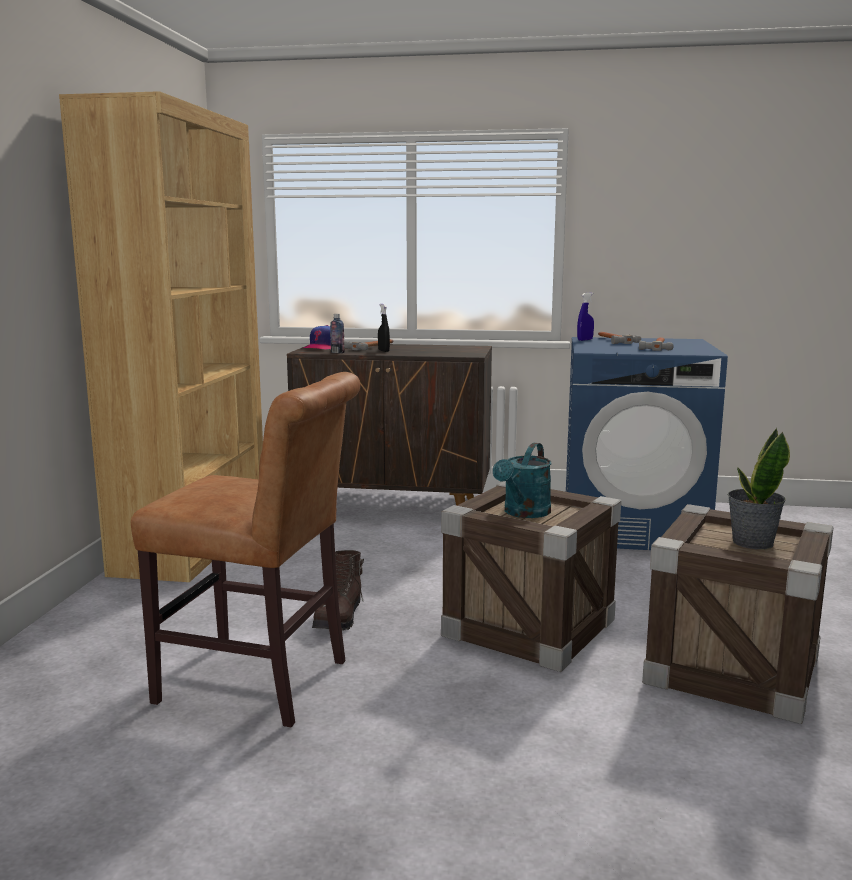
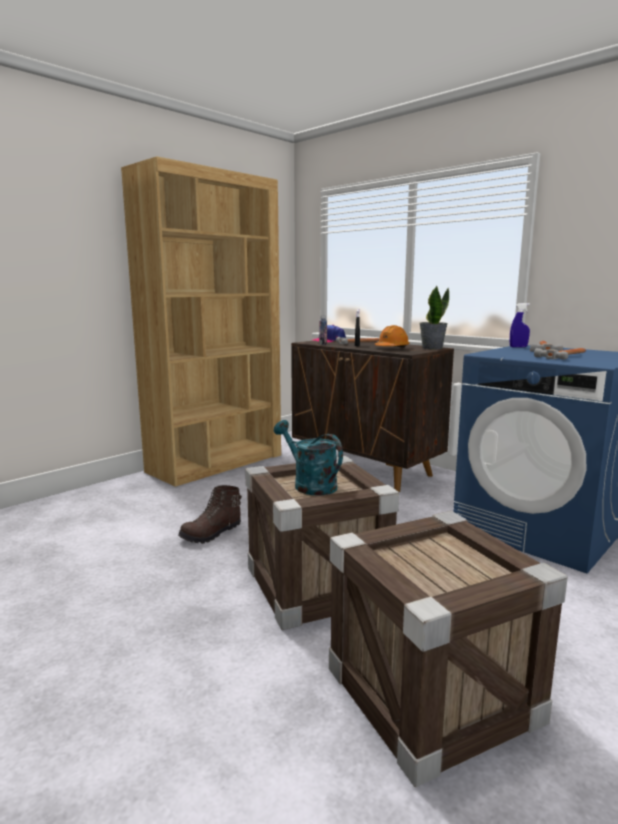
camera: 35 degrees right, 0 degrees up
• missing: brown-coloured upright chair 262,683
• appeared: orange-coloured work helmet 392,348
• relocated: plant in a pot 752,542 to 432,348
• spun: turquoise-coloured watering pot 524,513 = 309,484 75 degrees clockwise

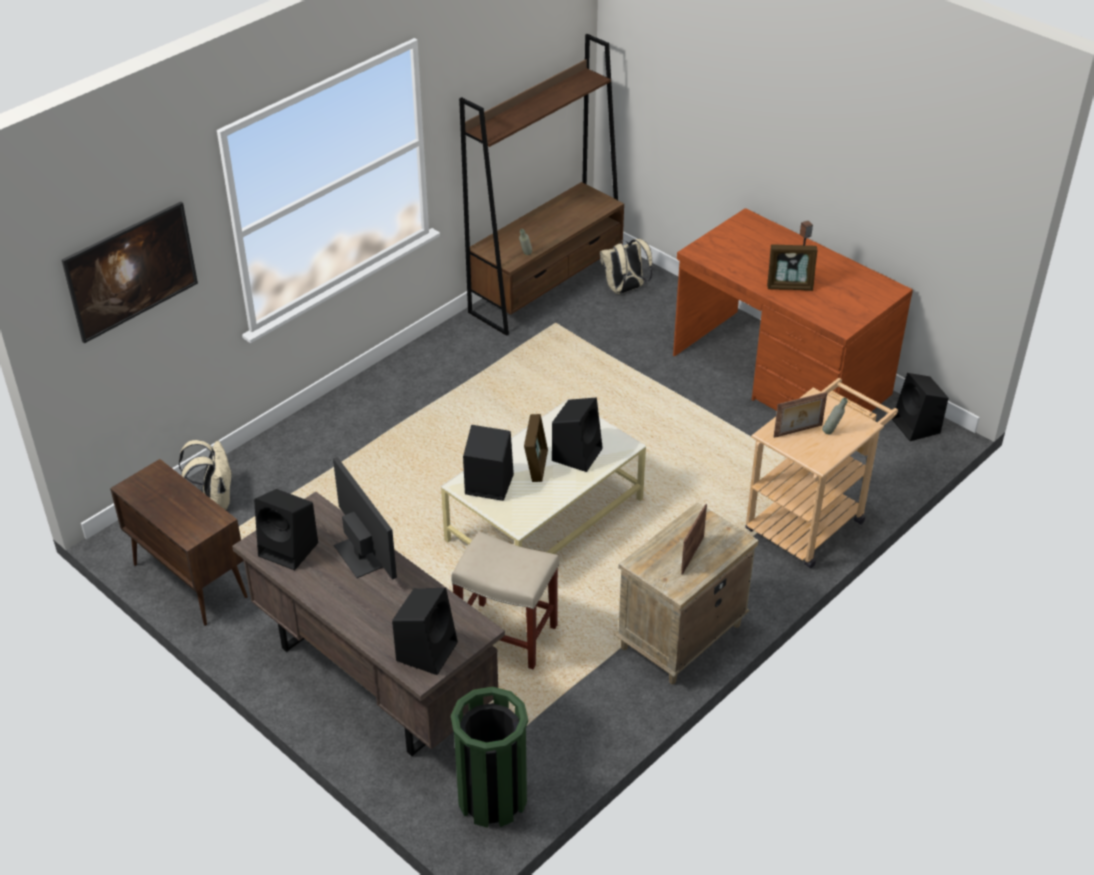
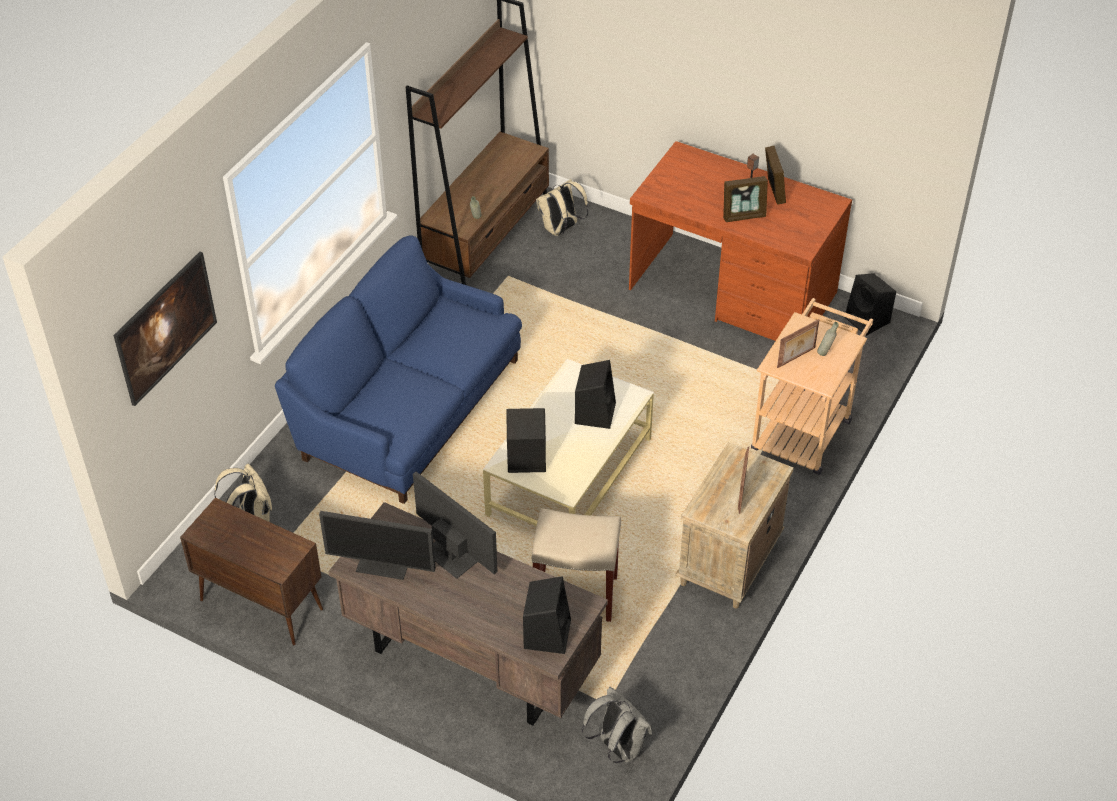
camera: 15 degrees left, 5 degrees up
• appeared: blue-coloured settee 409,406
• relocated: photo frame 536,466 to 773,191
• exchanged: black loudspeaker 290,549 to computer display 384,564
• exchanged: green-coloured trash can 492,798 to gray knapsack 617,747

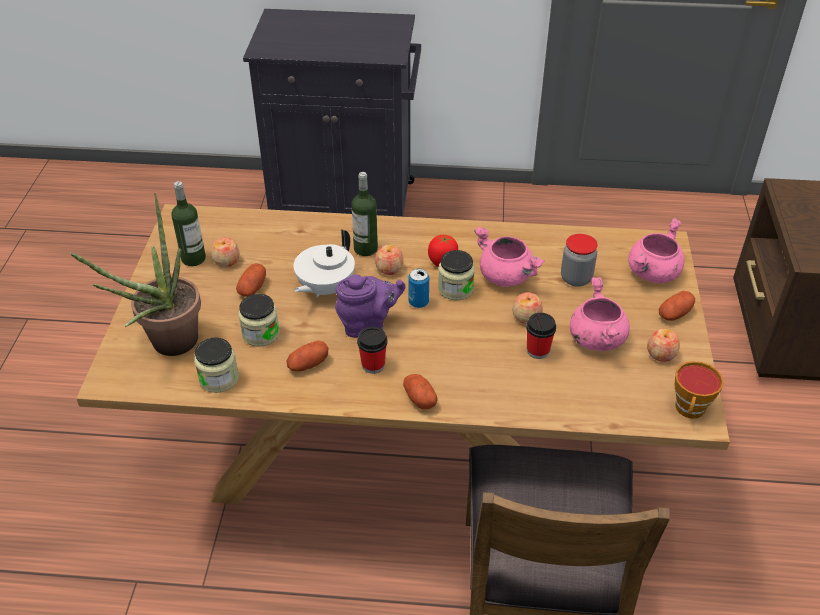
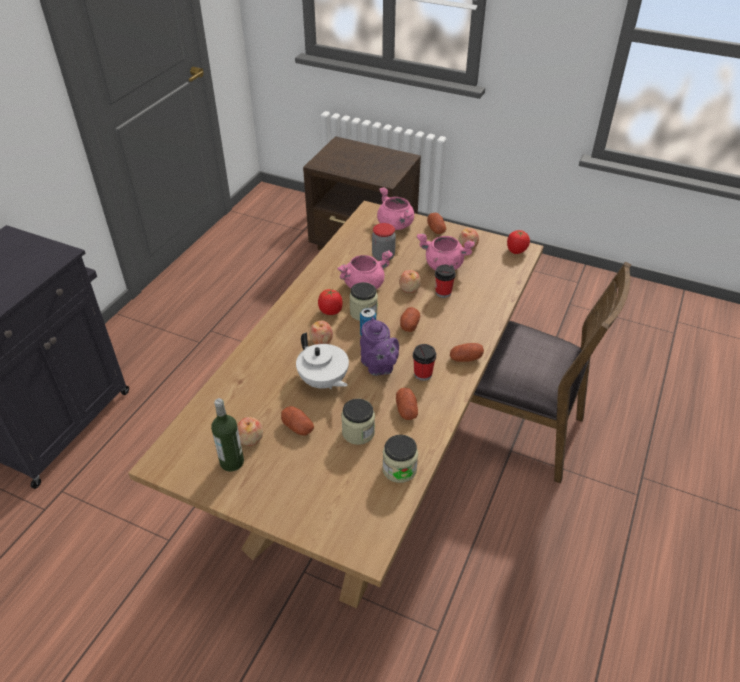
camera: 70 degrees left, 0 degrees up
• missing: plant in a pot 167,346
• missing: beverage bottle 365,249
• appeared: potato 409,325
• exchanged: small cup 690,410 to tomato 516,251
• spun: purplish tea pot 368,324 = 378,367 150 degrees clockwise

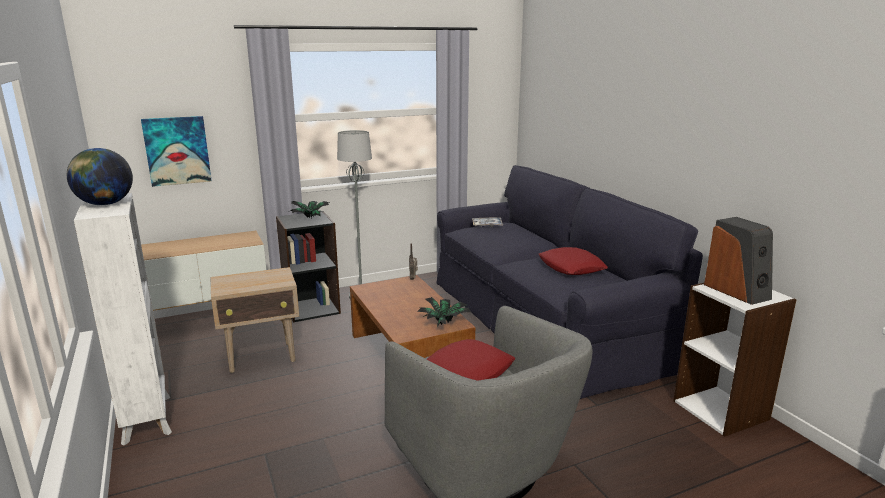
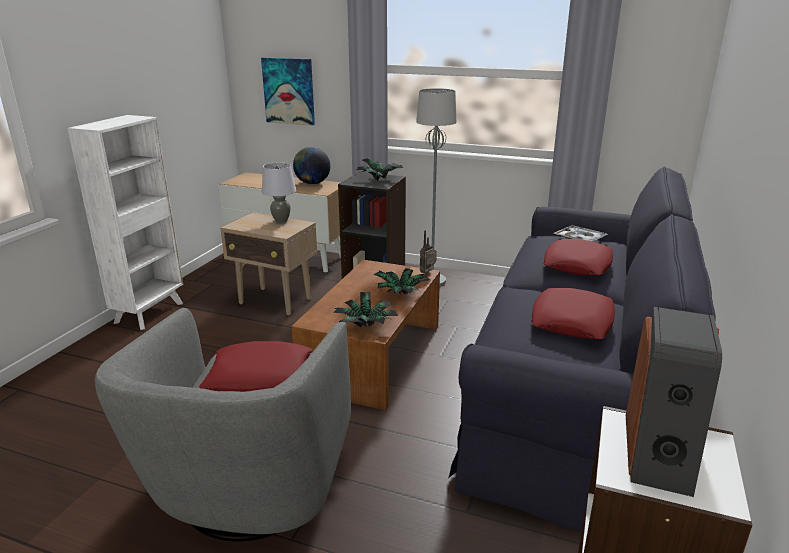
camera: 45 degrees right, 5 degrees up
• appeared: gray lamp for a table 281,220
• appeared: plant in a pot 400,295
• appeared: red pillow 577,264
• relocated: world globe 105,204 to 312,183

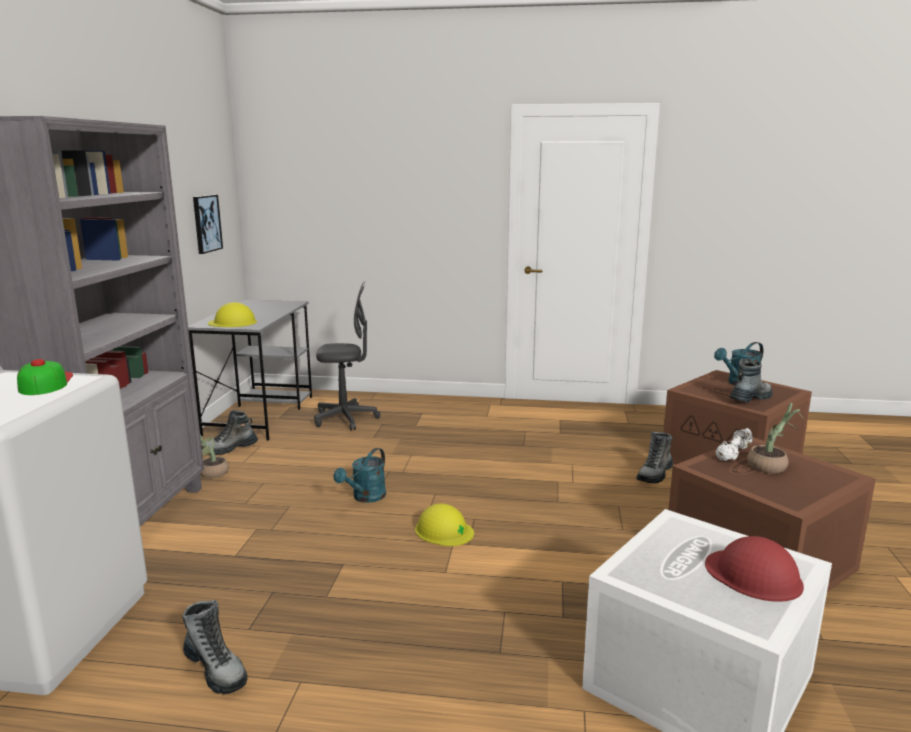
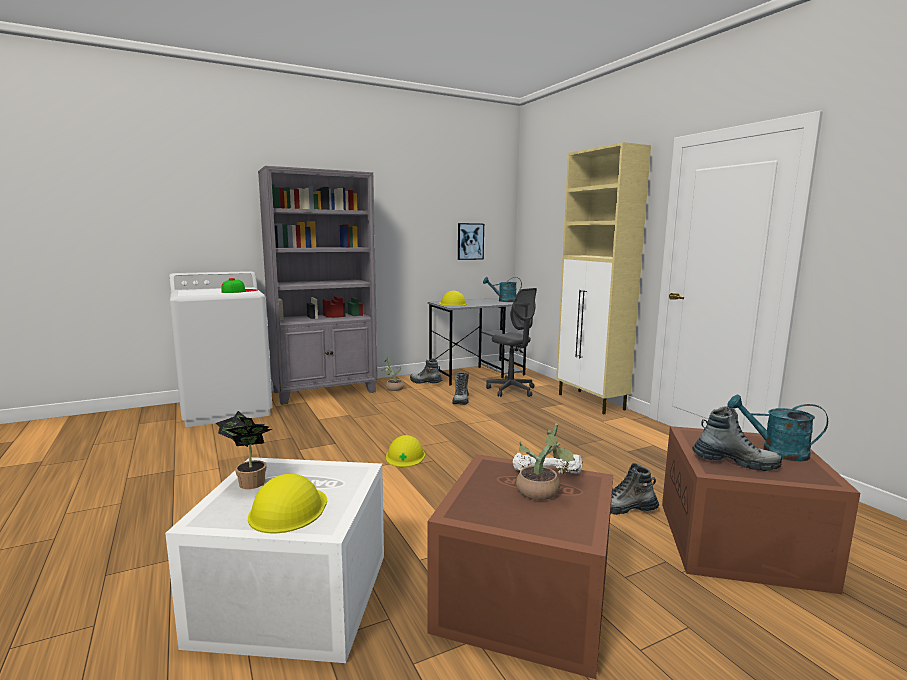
camera: 55 degrees right, 5 degrees down
• appeared: plant in a pot 248,483
• appeared: beige storage cabinet 591,402
• relocated: tall boot 216,669 to 461,400
• relocated: turquoise-coloured watering pot 365,497 to 503,301
• colour: red work helmet 753,575 to yellowish work helmet 288,509

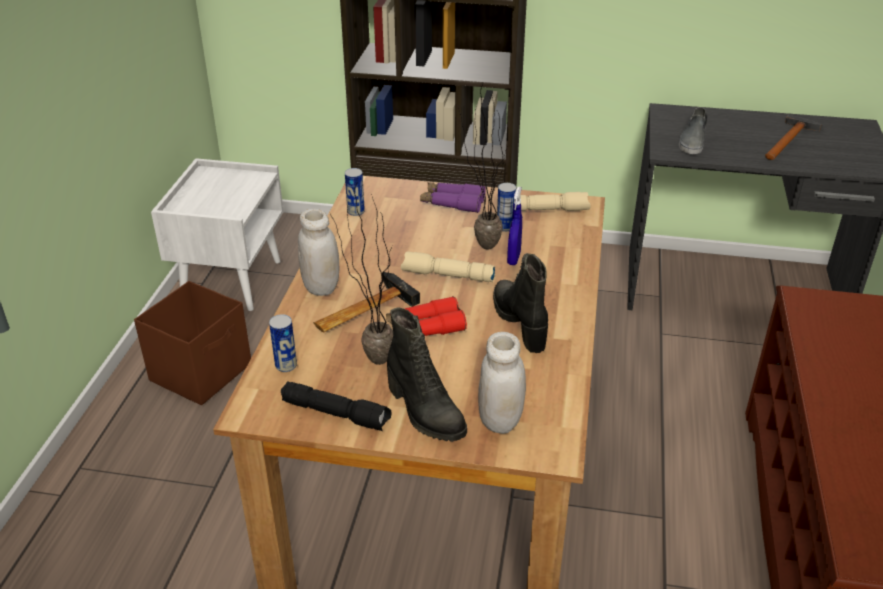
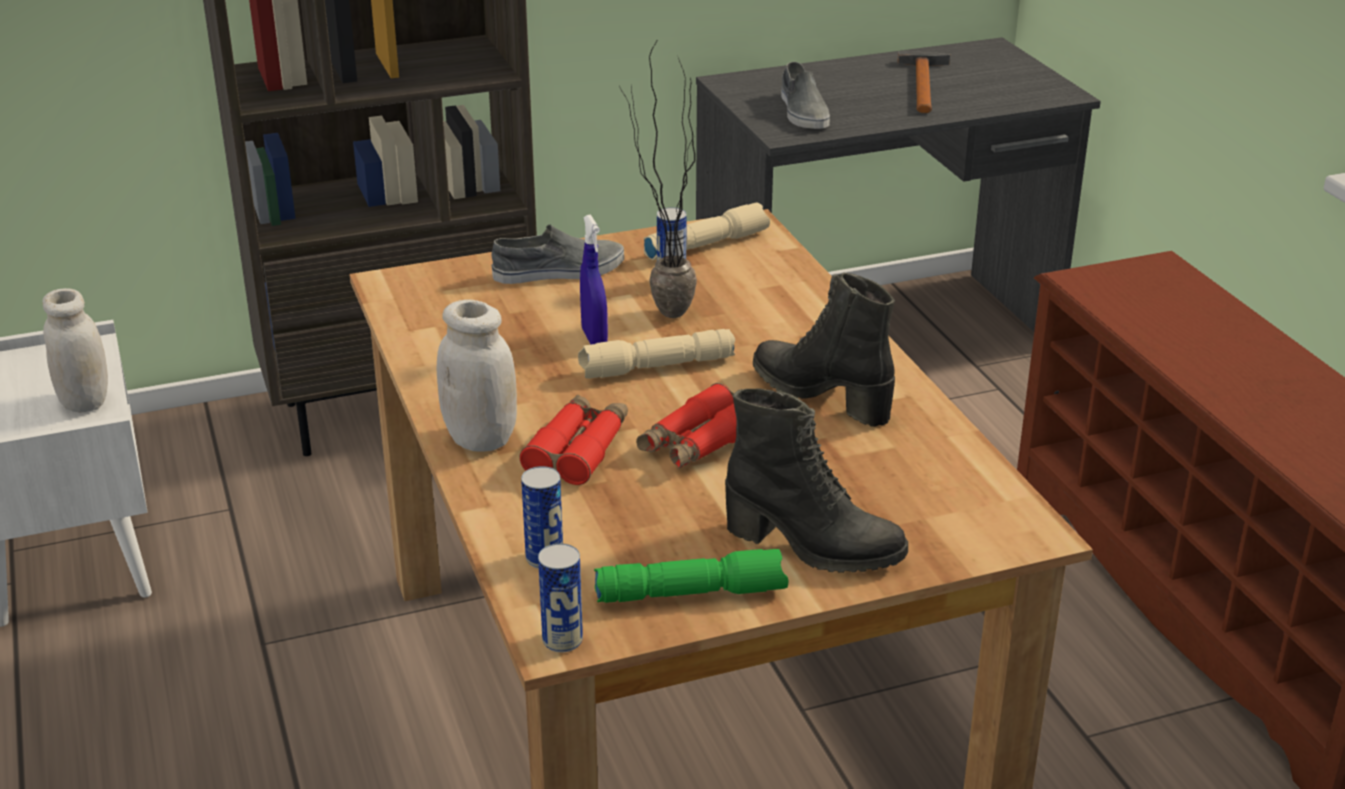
camera: 30 degrees left, 5 degrees down
• missing: brown-coloured storage box 202,372
• missing: plant in a pot 369,358
• relocated: sealed can 356,212 to 562,640
• relocated: white-coloured preserve jar 500,420 to 85,402
• relocated: blue-coloured hand sprayer 513,258 to 594,338
• exchanged: tool hammer 361,310 to red binoculars 578,450
• exchanged: purplish binoculars 452,203 to gray item of footwear 559,271
• colour: black hand torch 337,413 to green-coloured hand torch 692,592

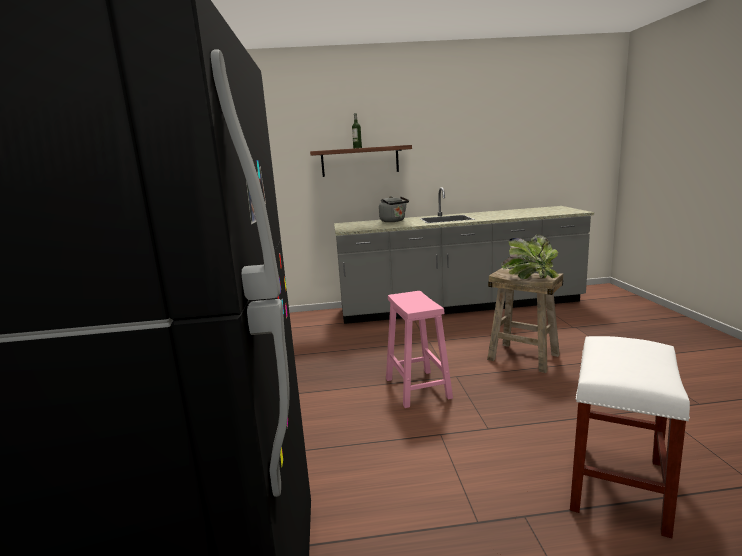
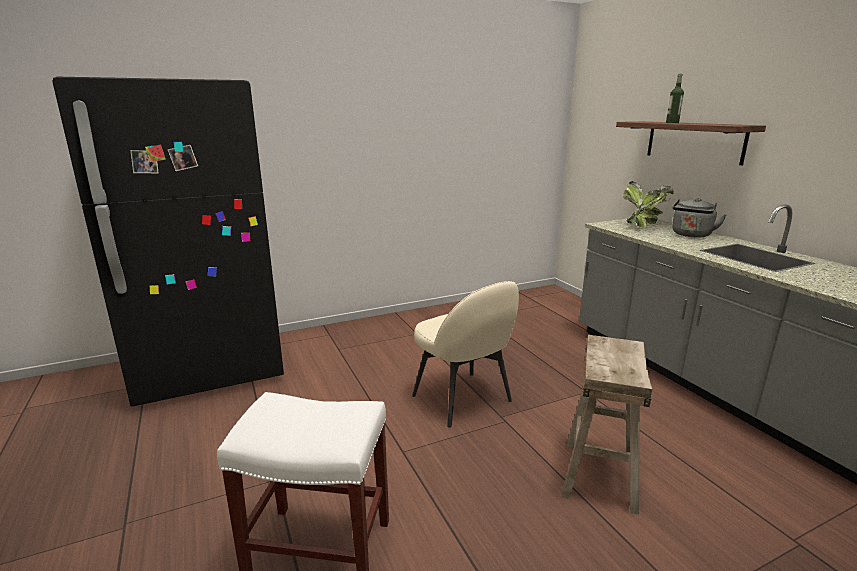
camera: 70 degrees right, 5 degrees up
• relocated: plant in a pot 530,278 to 643,226
• exchanged: pinkish stool 418,389 to beige upright chair 463,400

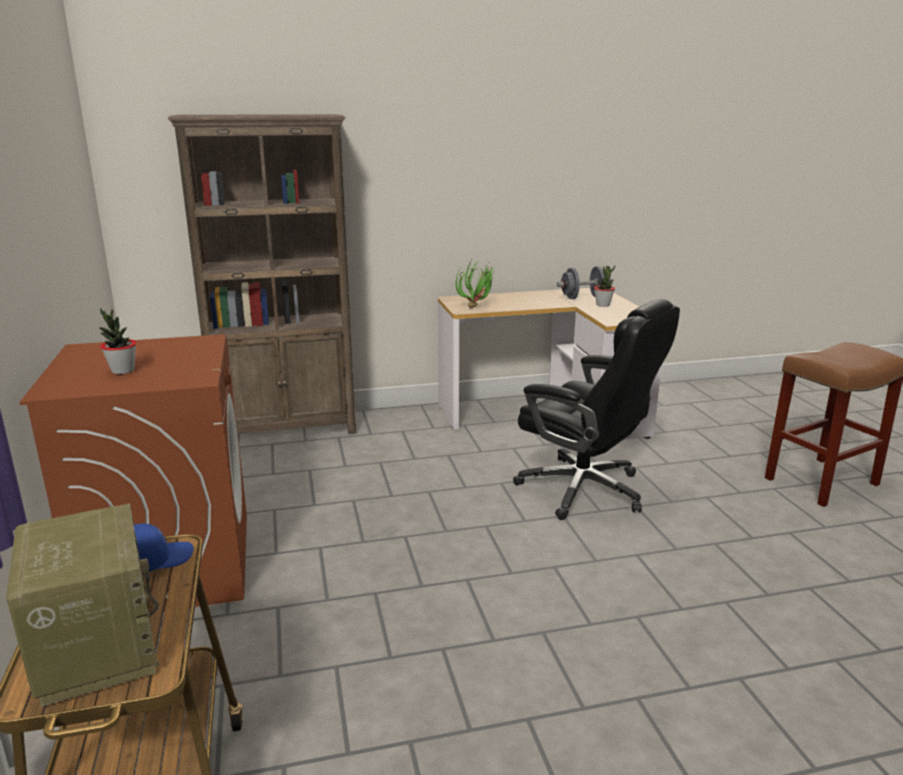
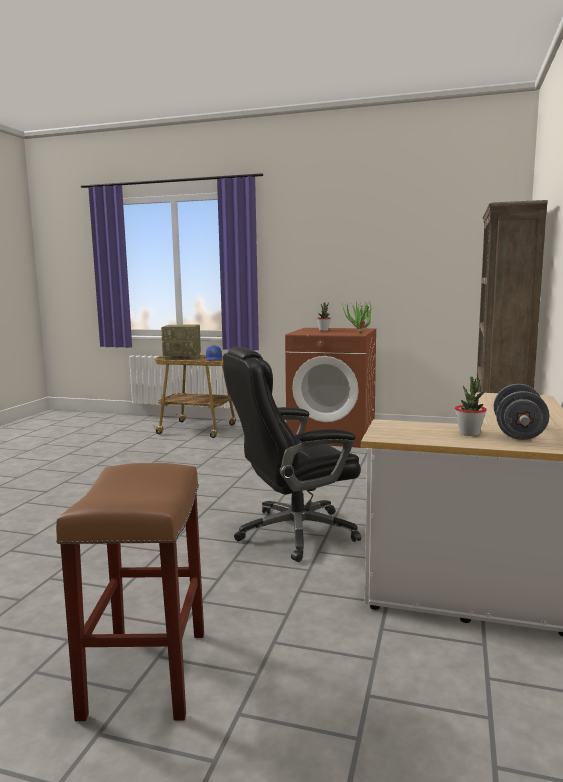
camera: 120 degrees right, 10 degrees down
• relocated: plant in a pot 477,307 to 359,333

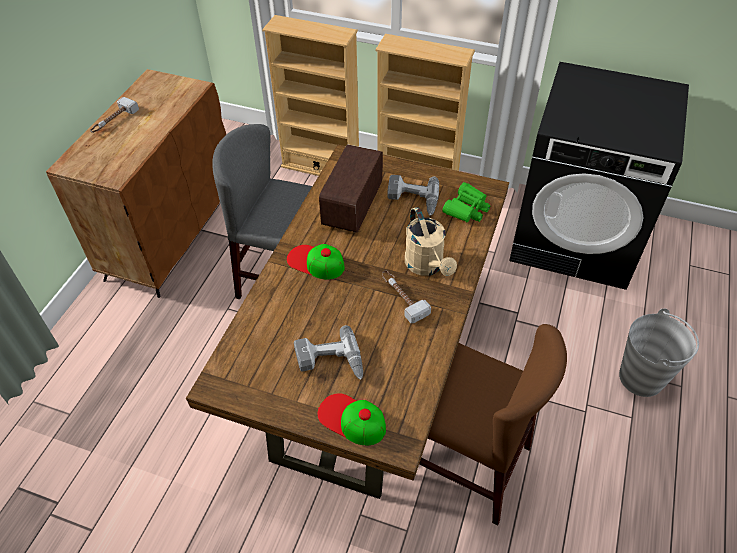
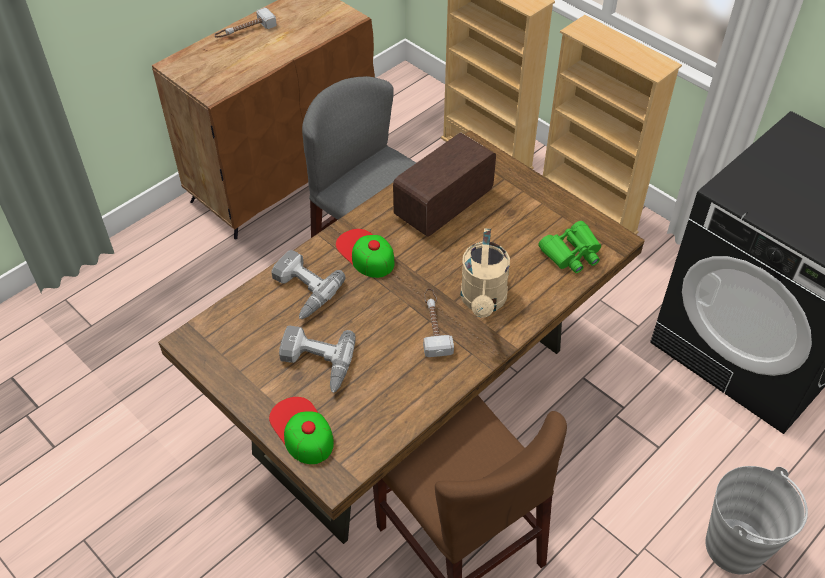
camera: 25 degrees right, 0 degrees up
• relocated: power drill 412,200 to 301,291

